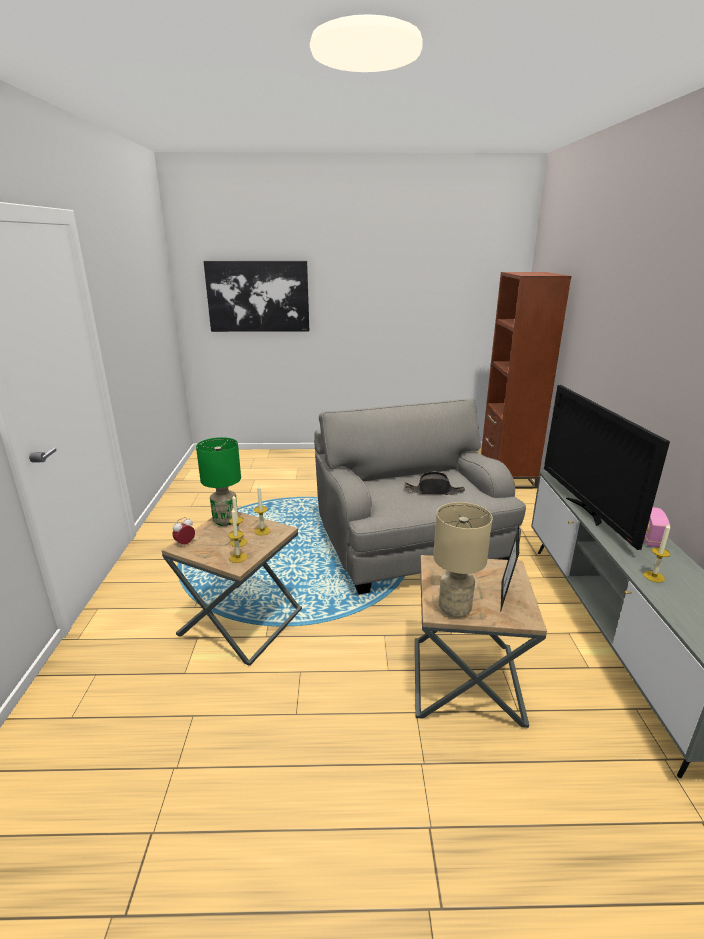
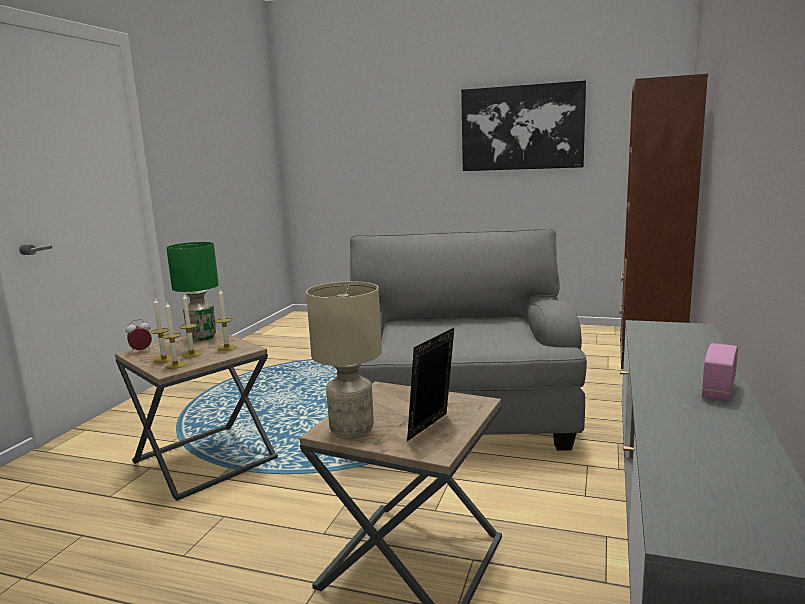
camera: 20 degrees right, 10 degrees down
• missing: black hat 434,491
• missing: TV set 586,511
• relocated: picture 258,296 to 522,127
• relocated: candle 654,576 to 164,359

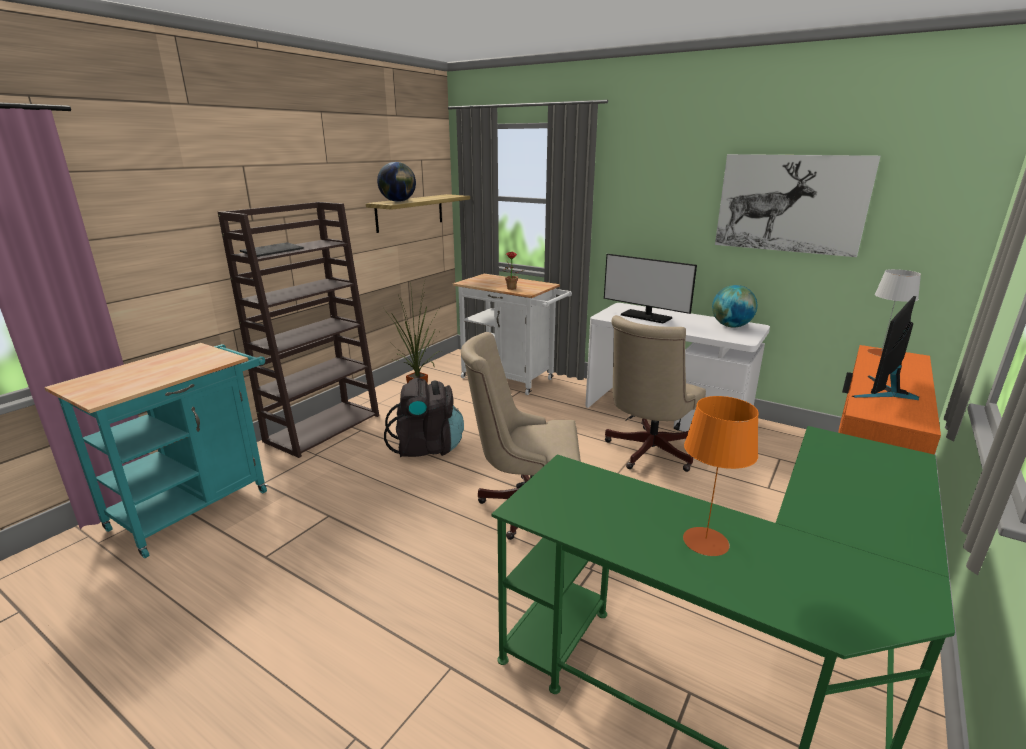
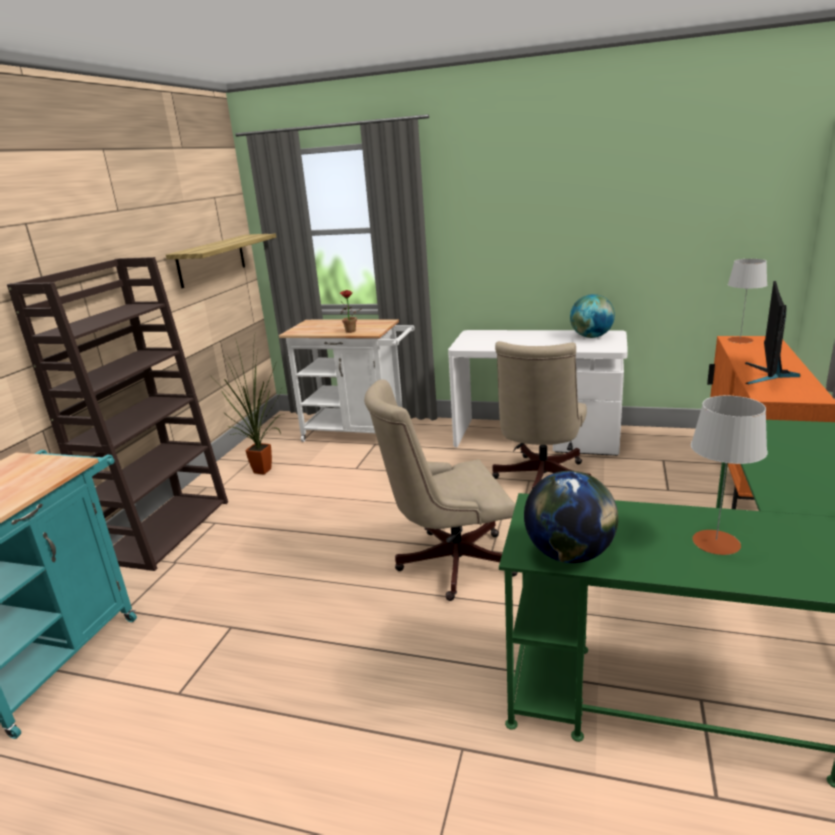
camera: 15 degrees left, 0 degrees up
• missing: keyboard 272,251
• missing: black knapsack 427,447
• missing: computer display 646,316
• missing: picture 790,203
• relocated: world globe 398,201 to 570,554
• colour: orange-coloured lamp for a table 705,541 to gray lamp for a table 716,542

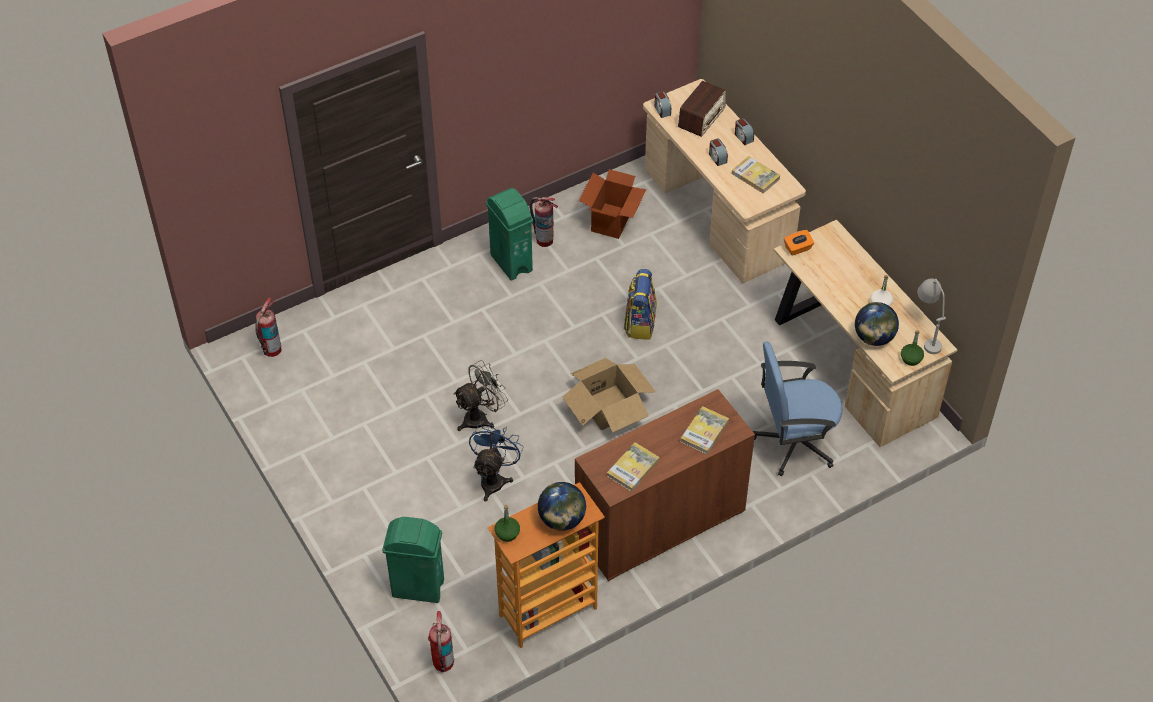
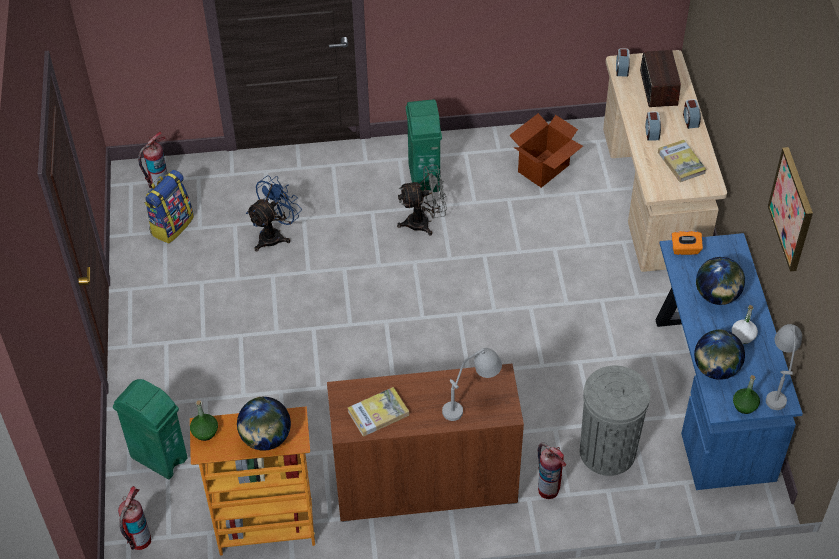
camera: 25 degrees right, 0 degrees up
• missing: carton 608,407
• appeared: world globe 717,296
• appeared: picture 792,209
• relocated: gray fan 480,417 to 424,222
• relocated: blue-coloured fan 494,479 to 275,235
• relocated: fire extinguisher 544,240 to 548,489
• relocated: knapsack 640,323 to 171,225
• exchanged: volume 704,432 to gray lamp for a table 472,402
• exchanged: blue-coloured computer chair 794,442 to gray trash can 607,451
• colour: beige desk unit 851,365 to blue-coloured desk unit 711,393
• spun: radio 702,117 = 658,87 60 degrees counterclockwise

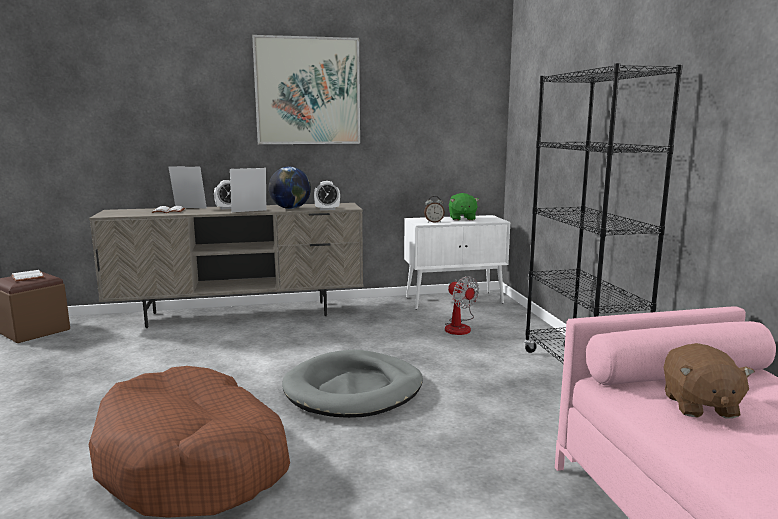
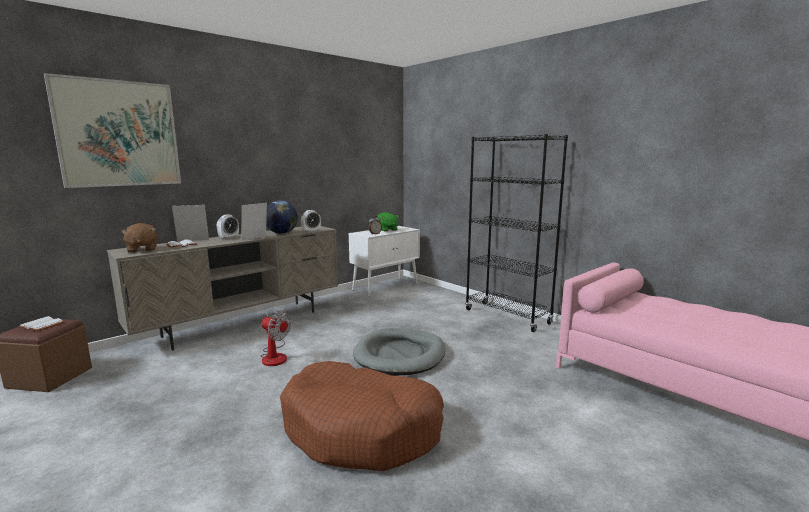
camera: 30 degrees left, 0 degrees up
• relocated: picture 307,91 to 118,134
• relocated: fan 459,327 to 275,356
• relocated: brown-coloured plush toy 699,406 to 142,249

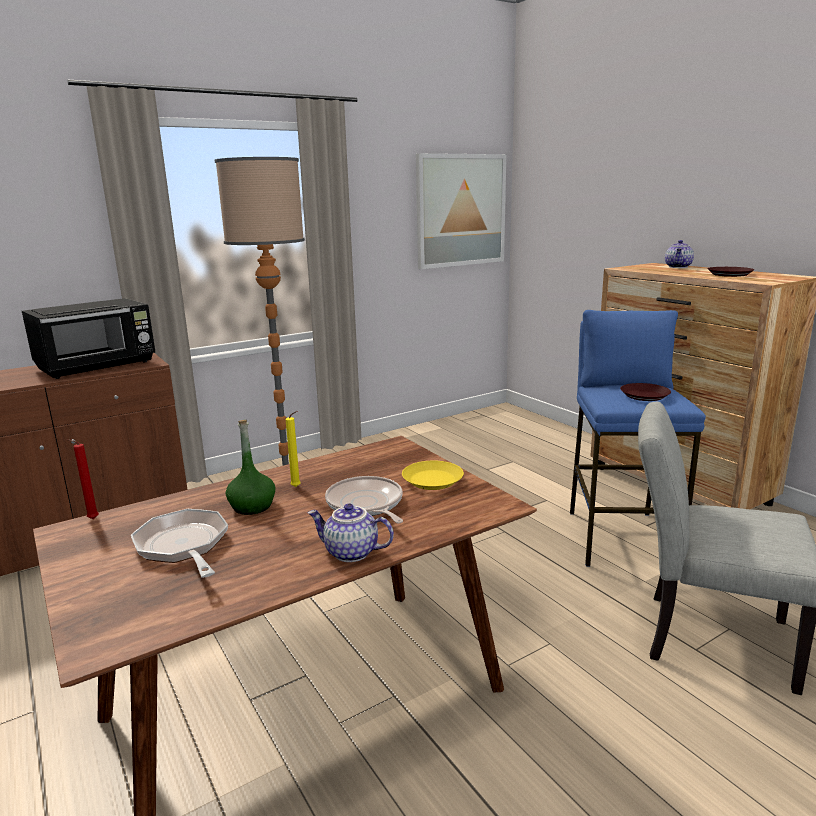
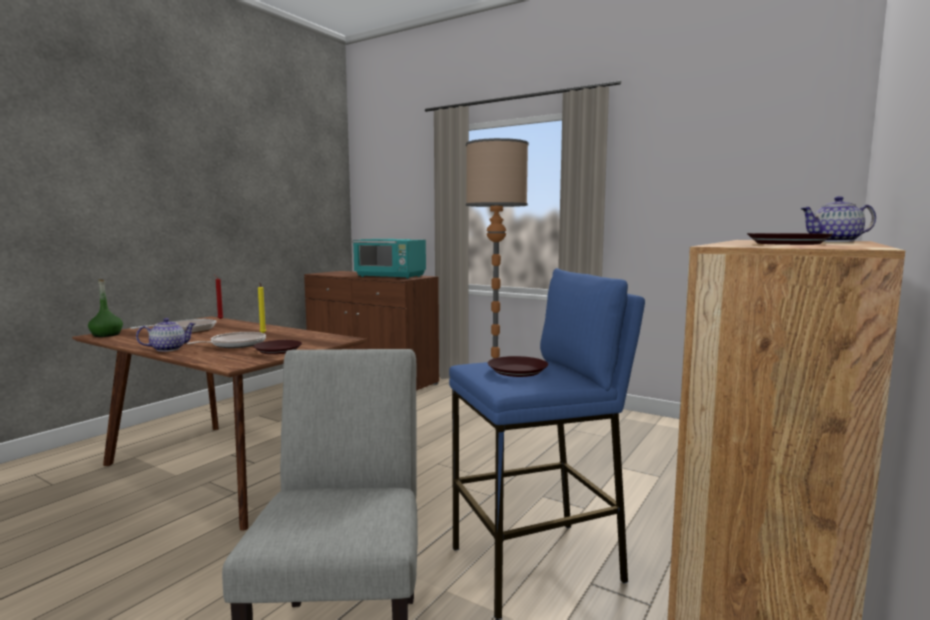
camera: 65 degrees right, 10 degrees down
• missing: picture 461,210
• relocated: green-coloured beverage bottle 252,506 to 106,335
• colour: black kitchen microwave 98,366 to turquoise-coloured kitchen microwave 390,276
• colour: yellowish flat dish 432,480 to brown-coloured flat dish 278,350
• spun: tea pot 350,553 = 168,349 60 degrees clockwise

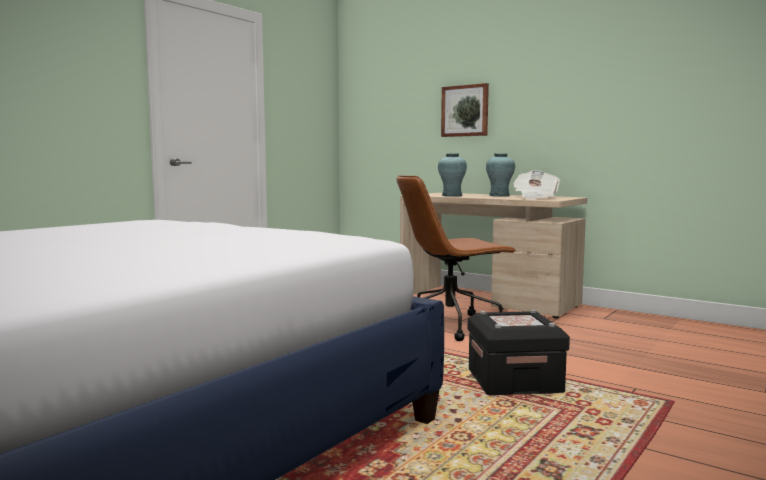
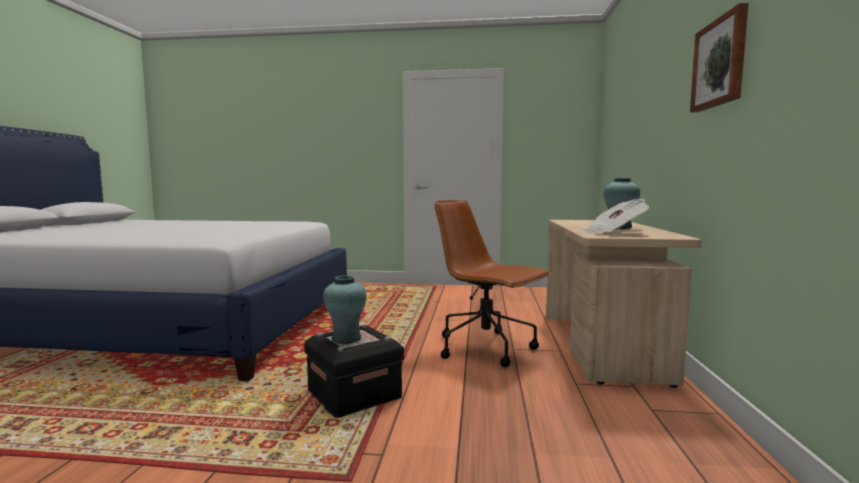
camera: 60 degrees right, 0 degrees up
• relocated: turquoise-coloured decorative vase 452,196 to 346,338
• relocated: picture 465,111 to 720,63

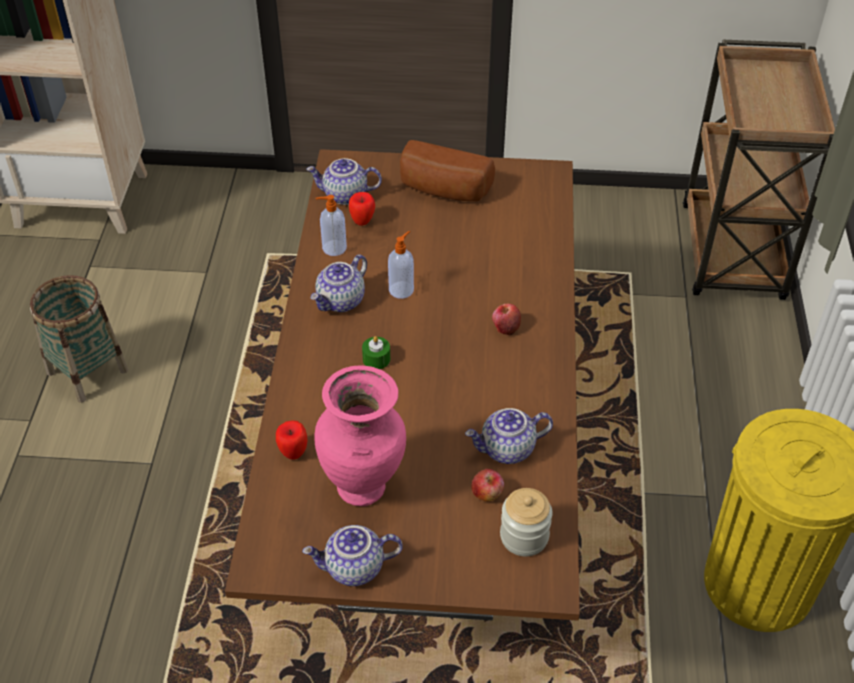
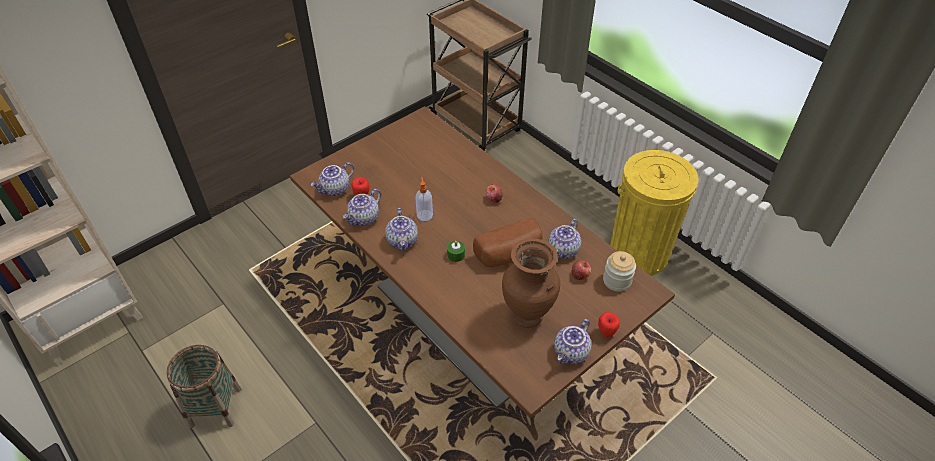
camera: 45 degrees left, 0 degrees up
• relocated: whole apple 293,453 to 606,333
• relocated: bakery bread 443,190 to 510,255
• exchanged: soap bottle 333,248 to tea pot 364,218
• colour: pinkish decorative vase 364,487 to brown-coloured decorative vase 528,315

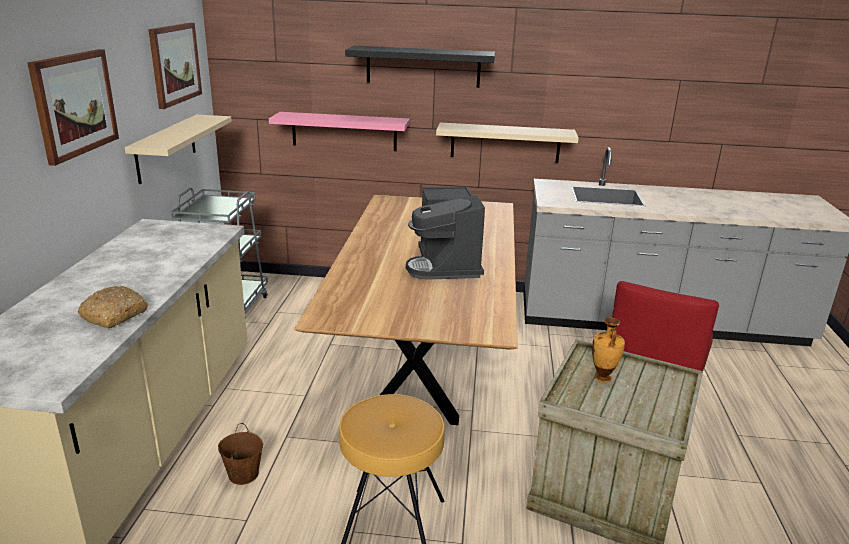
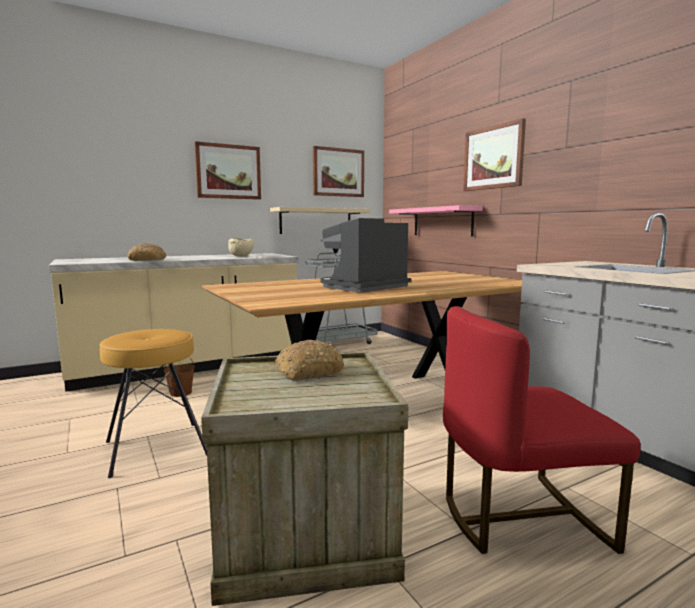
camera: 55 degrees right, 15 degrees down
• missing: beige shelf 505,142
• appeared: beige bowl 241,256
• exchanged: black shelf 423,66 to picture 493,157
• exchanged: decorative vase 602,378 to bakery bread 308,372

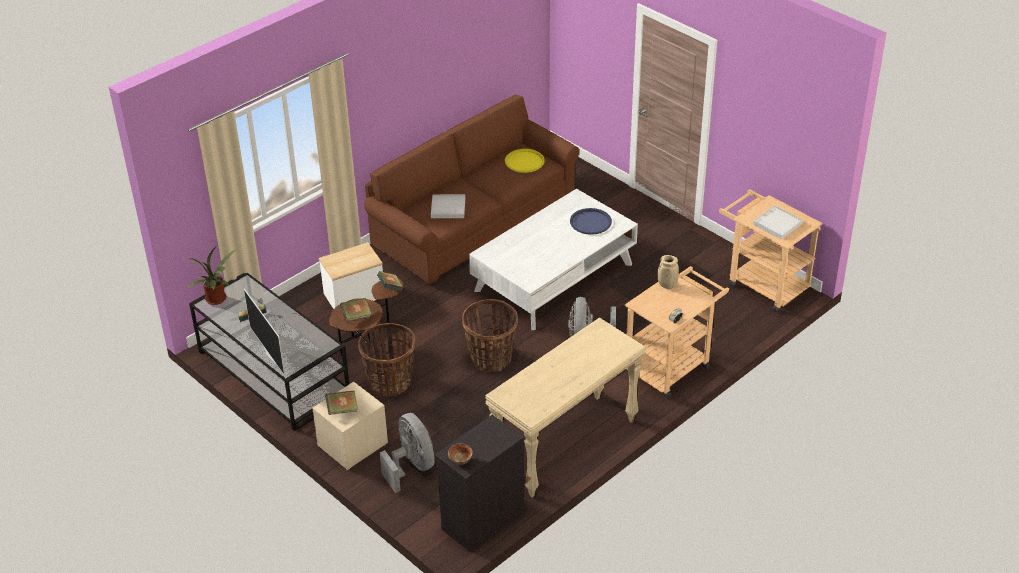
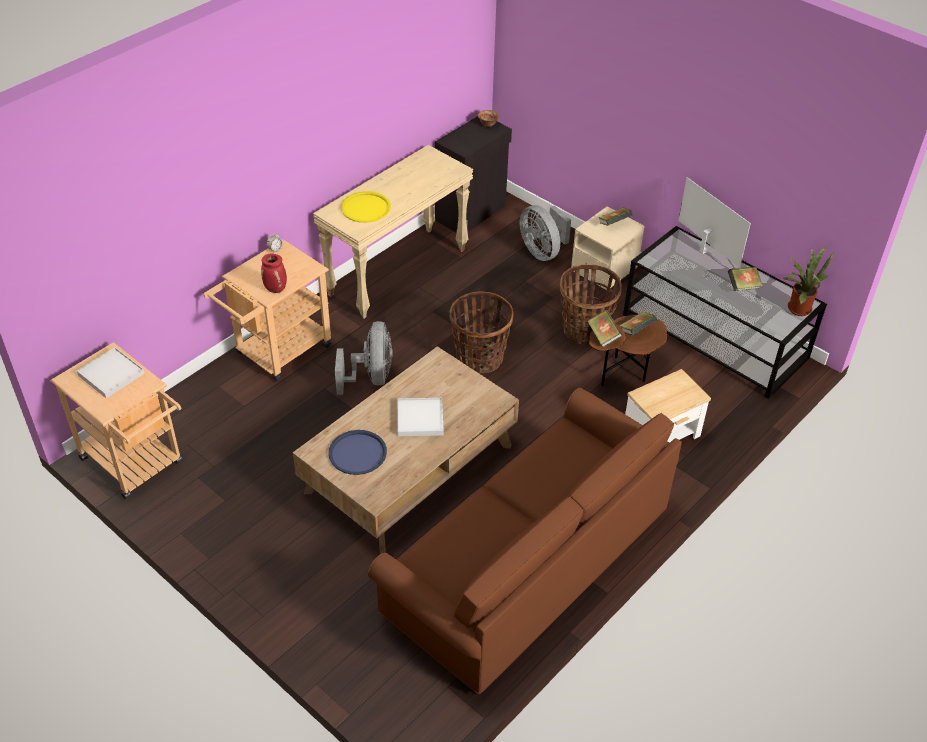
camera: 175 degrees right, 5 degrees up
• relocated: white-coloured serving tray 448,208 to 420,419
• relocated: yellowish serving tray 524,161 to 366,208
• colour: white-coloured low table 554,277 to brown-coloured low table 409,469
• colour: beige decorative vase 666,285 to red decorative vase 276,289

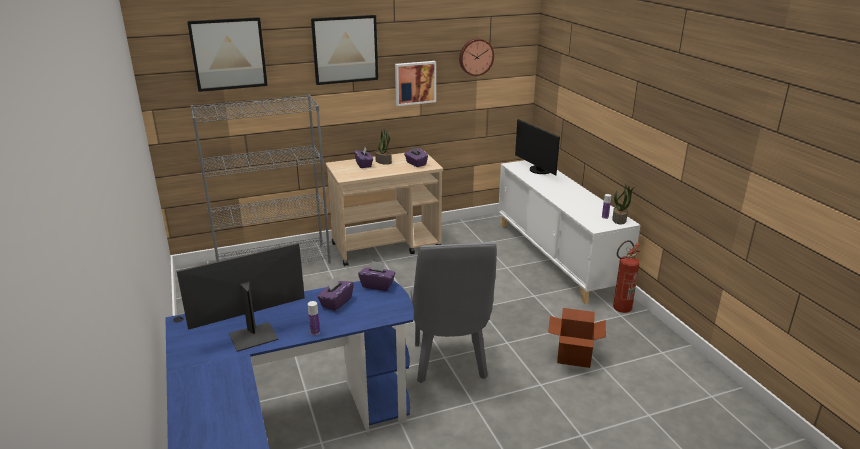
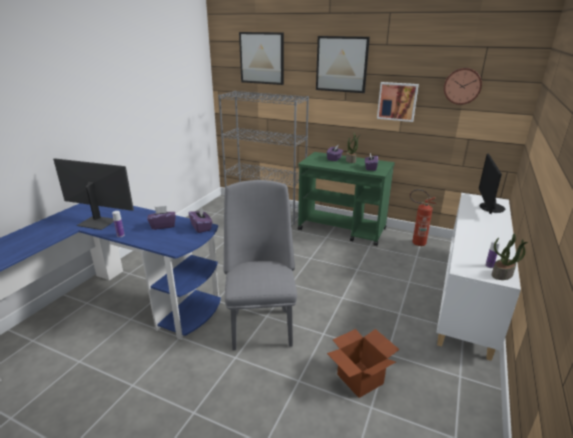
camera: 45 degrees right, 0 degrees up
• relocated: fire extinguisher 619,309 to 415,243
• colour: beige wheeled cart 387,246 to green-coloured wheeled cart 342,229
• spun: gray upright chair 450,365 = 261,323 135 degrees clockwise

